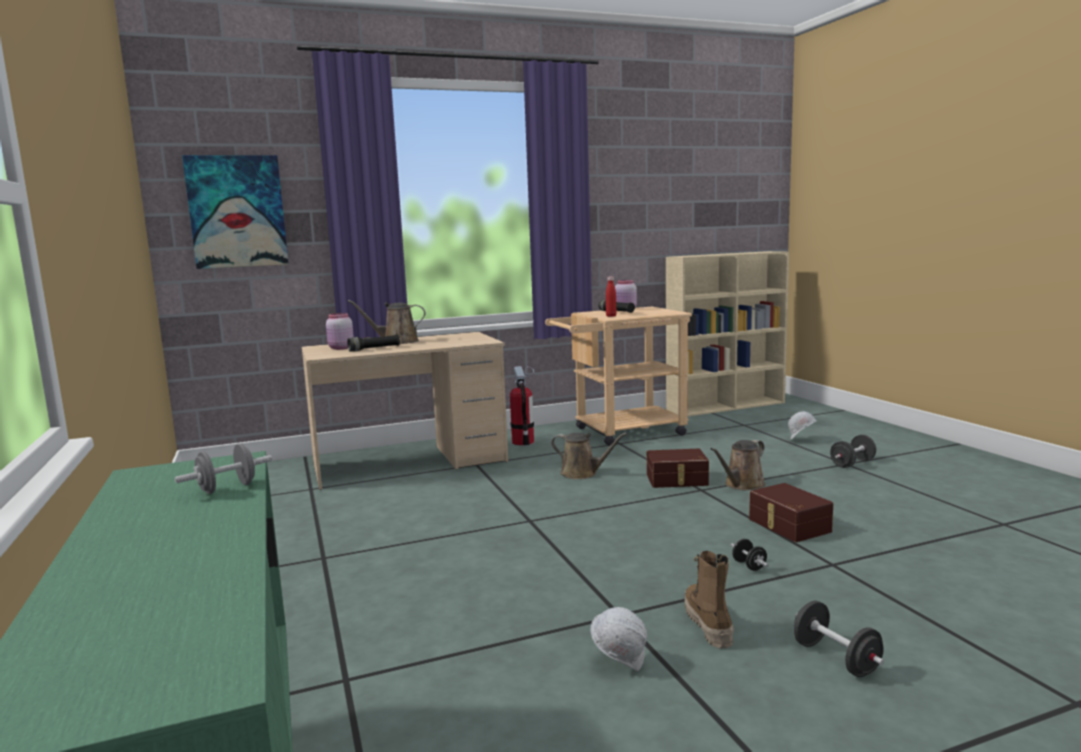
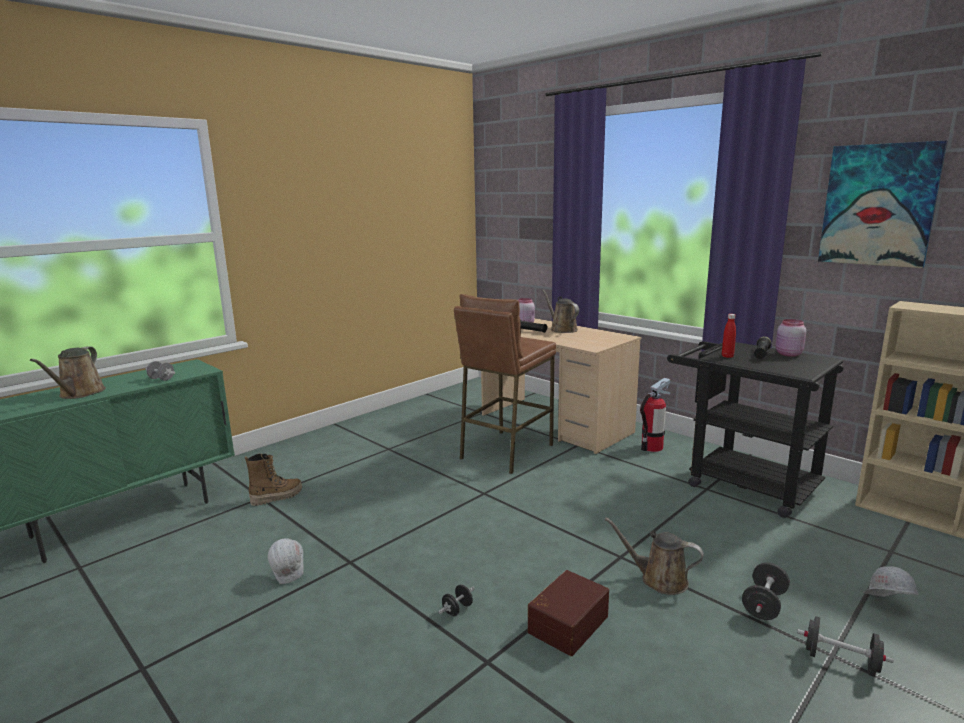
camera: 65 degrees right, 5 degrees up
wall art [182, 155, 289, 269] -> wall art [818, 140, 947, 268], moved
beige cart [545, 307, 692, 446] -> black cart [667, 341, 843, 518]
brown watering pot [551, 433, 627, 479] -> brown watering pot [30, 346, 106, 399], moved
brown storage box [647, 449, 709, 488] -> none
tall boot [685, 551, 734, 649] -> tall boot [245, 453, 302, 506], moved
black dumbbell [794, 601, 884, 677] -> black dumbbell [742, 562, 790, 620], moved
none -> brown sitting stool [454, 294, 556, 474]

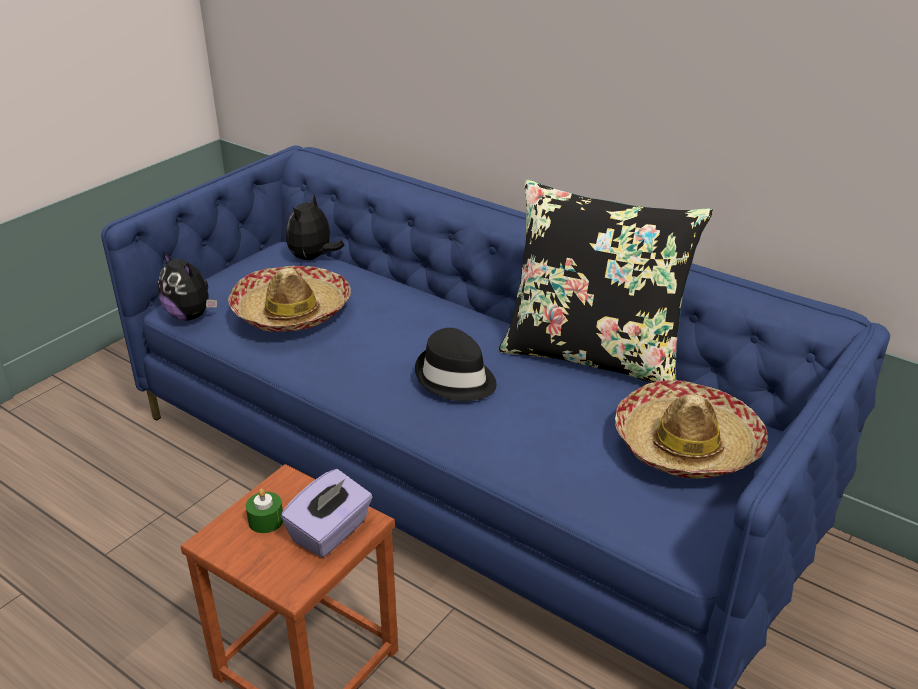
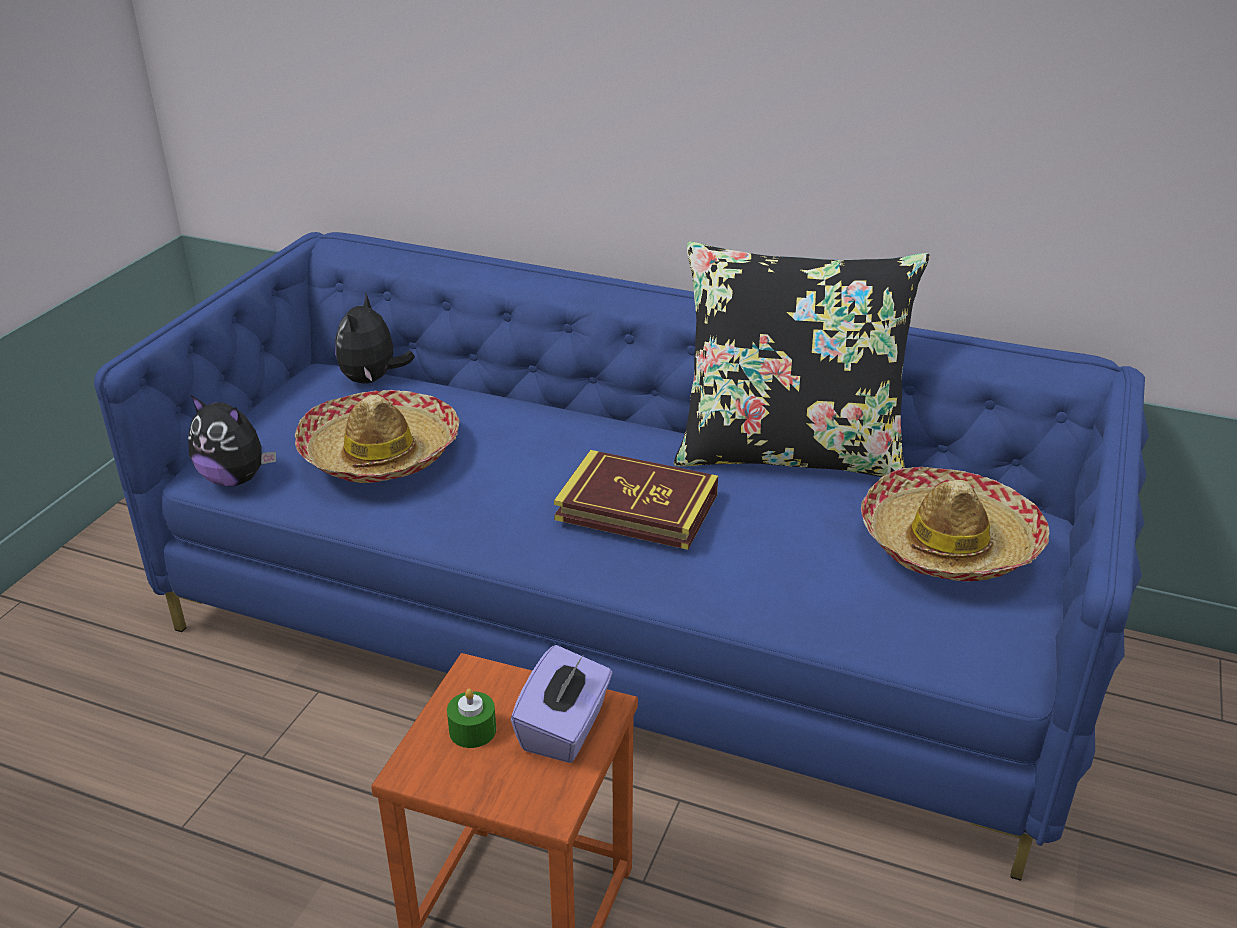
camera: 15 degrees left, 0 degrees up
black wearable hat [415, 328, 497, 401] -> bound book [554, 450, 718, 550]

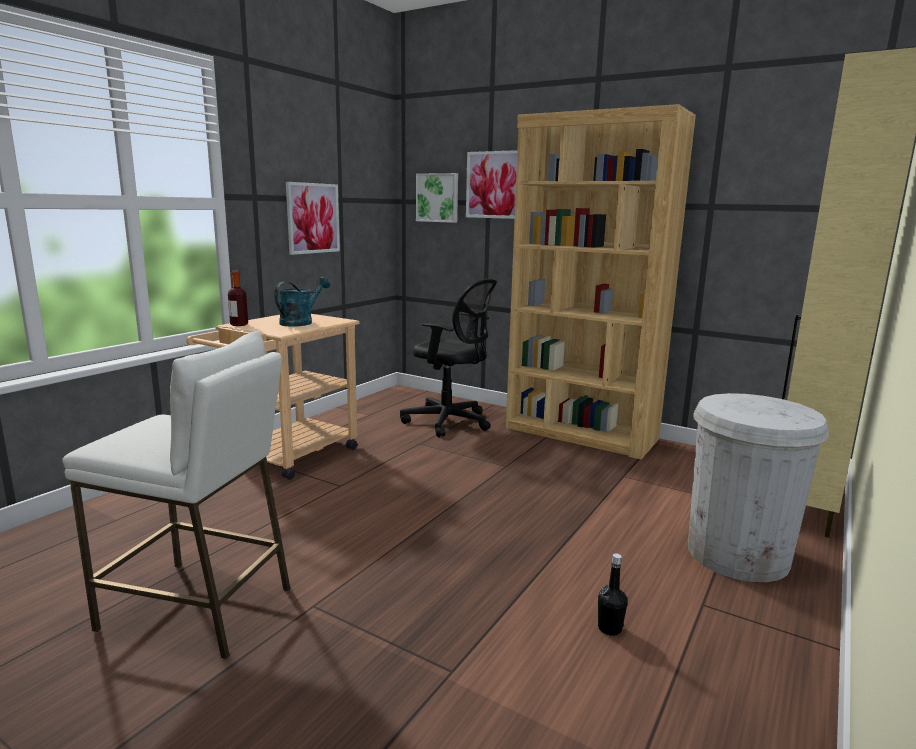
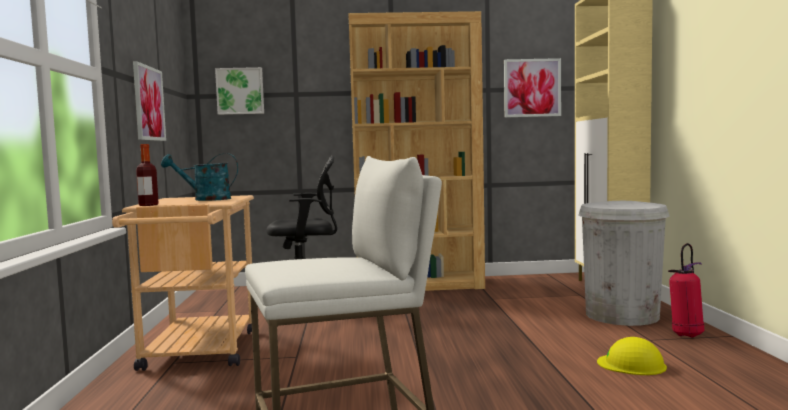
camera: 35 degrees left, 10 degrees down
wall art [466, 150, 517, 219] -> wall art [504, 58, 561, 117], moved
turquoise watering pot [274, 277, 330, 327] -> turquoise watering pot [161, 153, 238, 201], 90 degrees counterclockwise
black beverage bottle [598, 554, 628, 636] -> yellow-coloured hard hat [597, 337, 667, 375]
none -> extinguisher [668, 243, 704, 338]

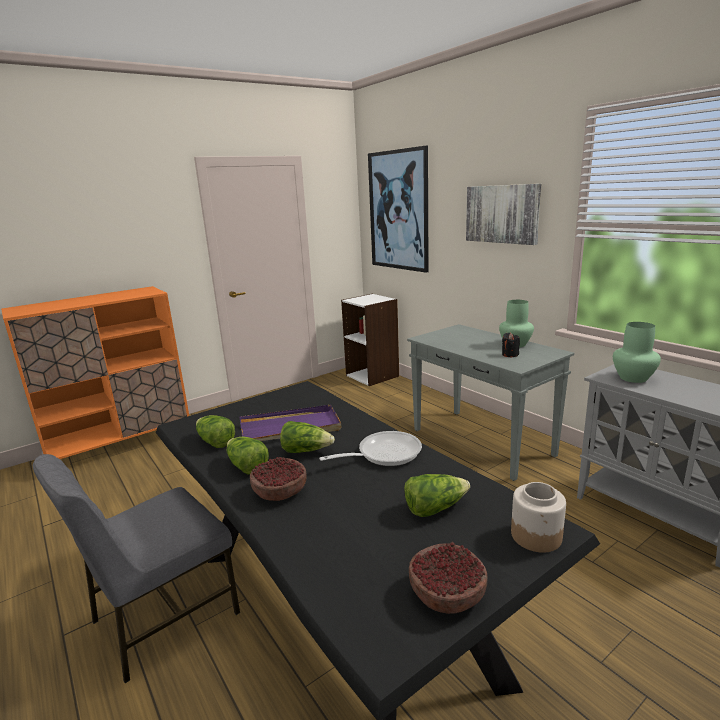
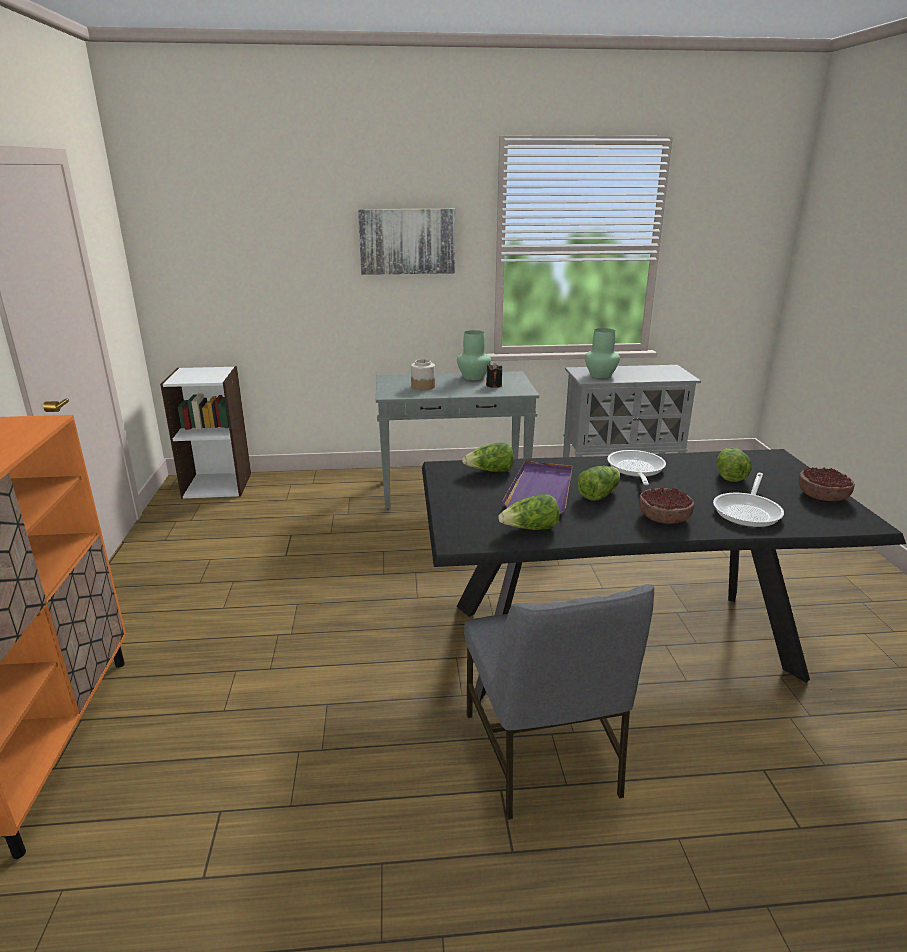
camera: 60 degrees left, 5 degrees up
wall art [368, 146, 429, 273] -> none
lettuce head [227, 437, 269, 475] -> lettuce head [462, 442, 514, 472], moved
preserve jar [511, 482, 566, 553] -> preserve jar [411, 359, 435, 390], moved
none -> skillet [713, 473, 784, 527]

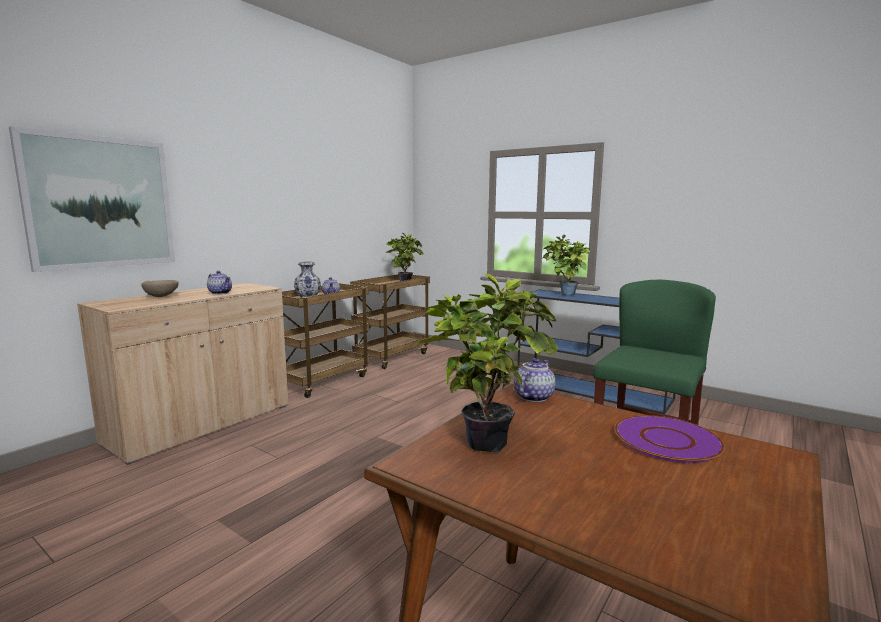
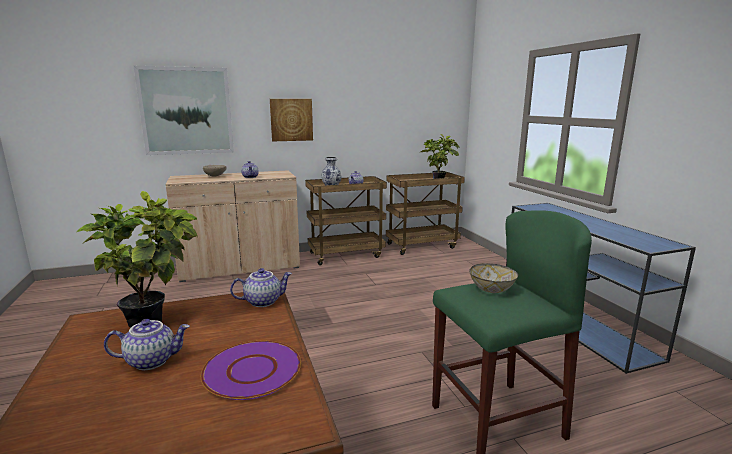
camera: 35 degrees right, 5 degrees up
houseplant [542, 235, 591, 295] -> none
none -> wall art [270, 99, 313, 141]
none -> deep dish [469, 263, 518, 293]
none -> tea pot [104, 319, 190, 370]

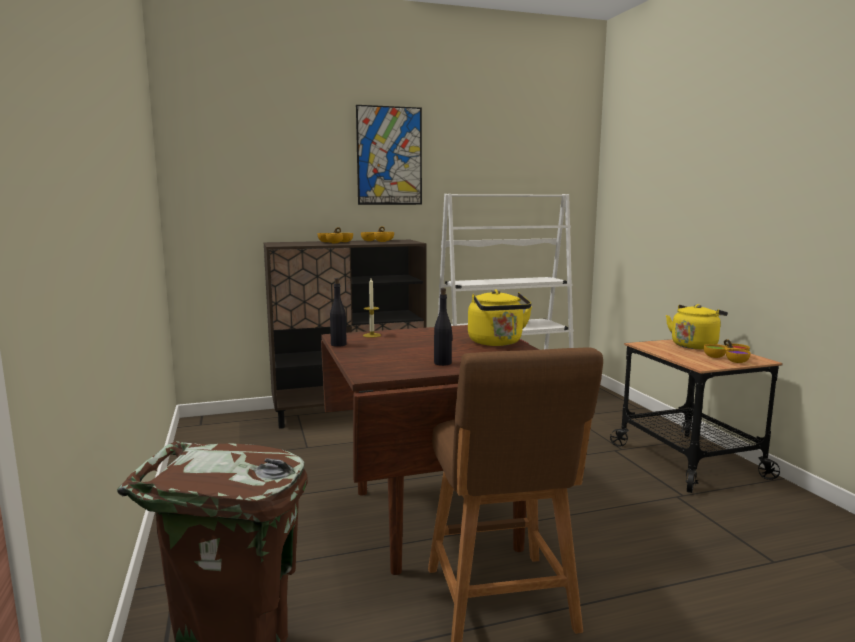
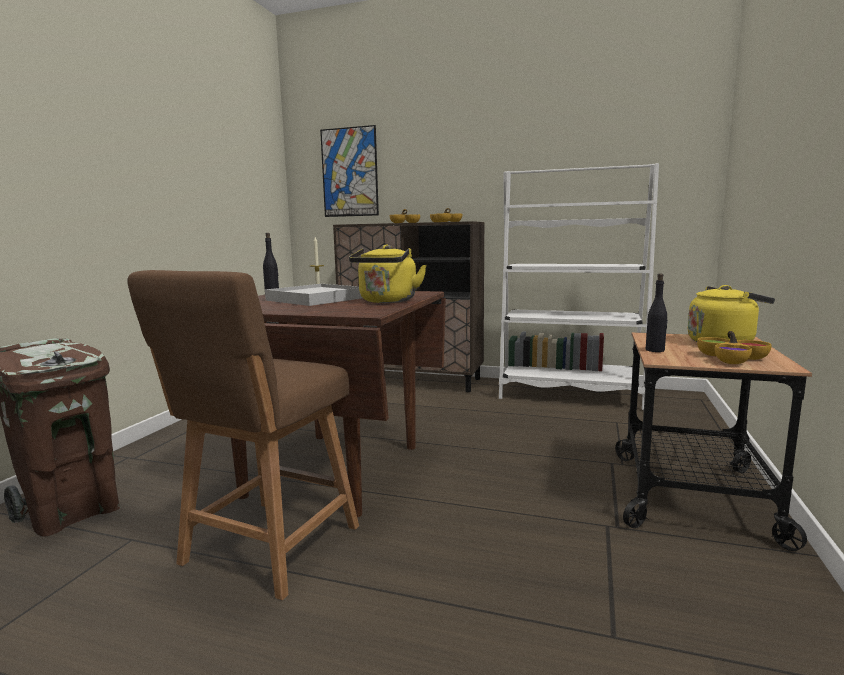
camera: 35 degrees right, 0 degrees up
wall art [356, 105, 422, 205] -> wall art [320, 125, 379, 217], moved
black beverage bottle [434, 288, 453, 366] -> black beverage bottle [646, 274, 668, 352], moved
none -> white-coloured serving tray [265, 284, 362, 306]

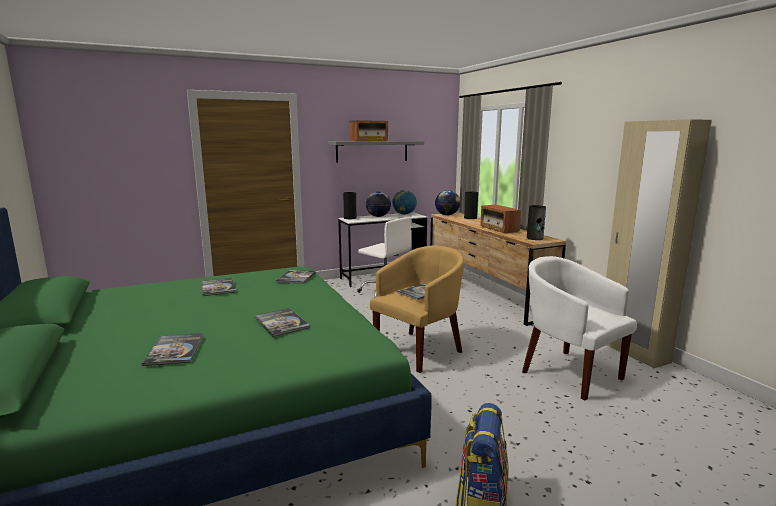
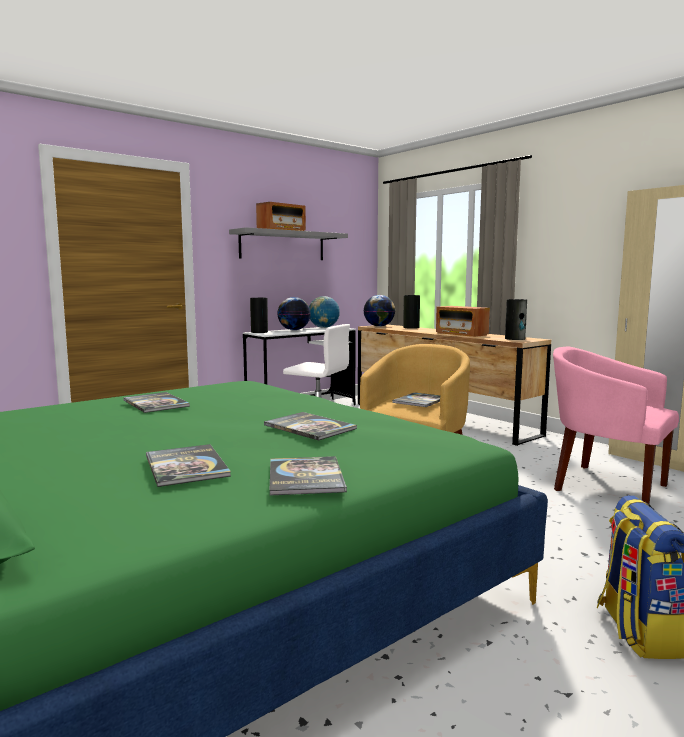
camera: 15 degrees left, 5 degrees down
white-coloured armchair [522, 256, 637, 401] -> pink-coloured armchair [553, 347, 679, 504]
bound book [276, 270, 316, 284] -> bound book [270, 456, 347, 495], moved

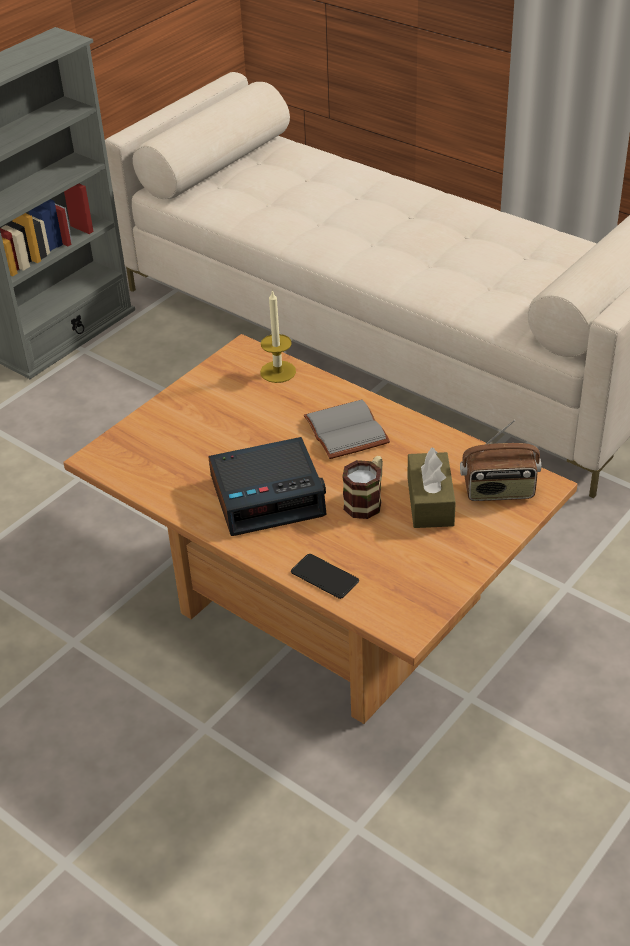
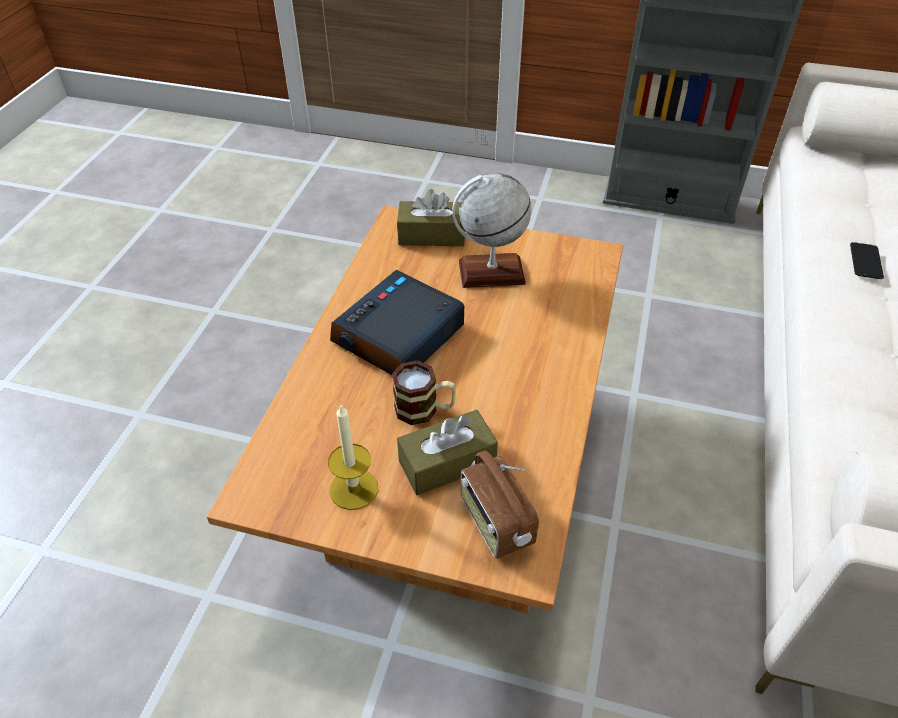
camera: 65 degrees right, 5 degrees up
wax candle [260, 290, 296, 383] -> wax candle [328, 404, 378, 510], moved
greyish bound book [304, 400, 390, 459] -> none
bedside clock [208, 437, 327, 536] -> bedside clock [330, 270, 464, 375], 75 degrees clockwise
telephone [291, 554, 359, 599] -> telephone [850, 242, 884, 279], moved
none -> desk globe [452, 173, 532, 288]
none -> brown box of tissues [397, 189, 465, 246]

